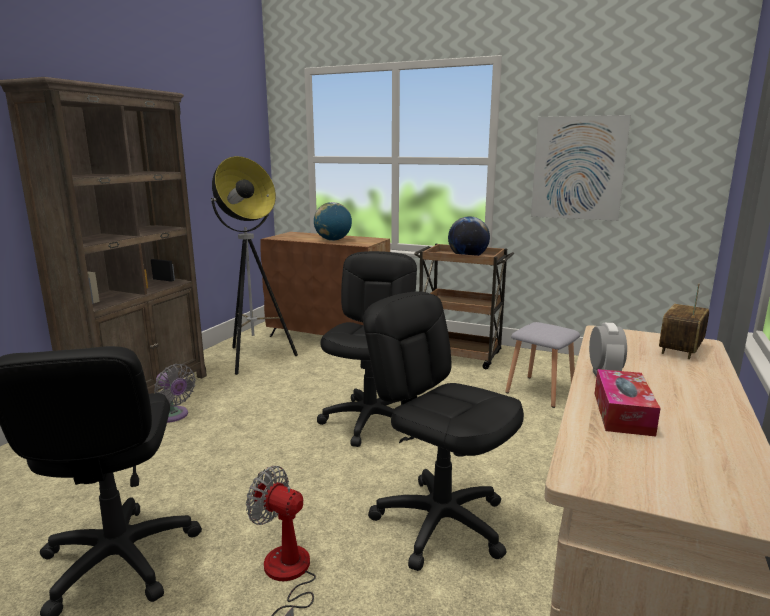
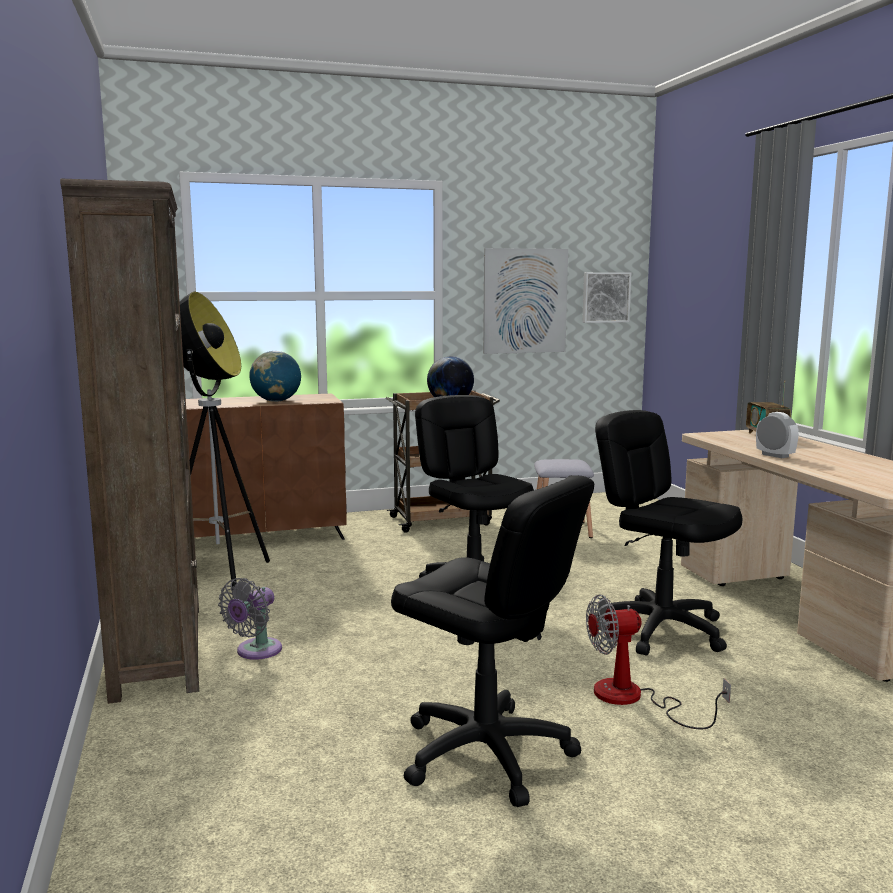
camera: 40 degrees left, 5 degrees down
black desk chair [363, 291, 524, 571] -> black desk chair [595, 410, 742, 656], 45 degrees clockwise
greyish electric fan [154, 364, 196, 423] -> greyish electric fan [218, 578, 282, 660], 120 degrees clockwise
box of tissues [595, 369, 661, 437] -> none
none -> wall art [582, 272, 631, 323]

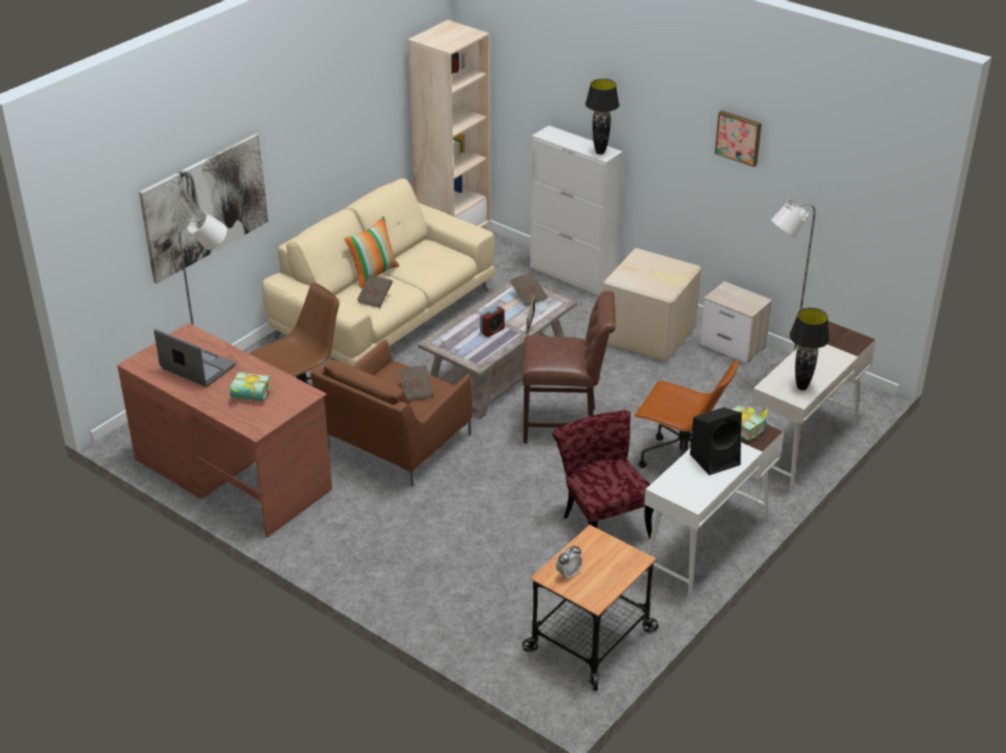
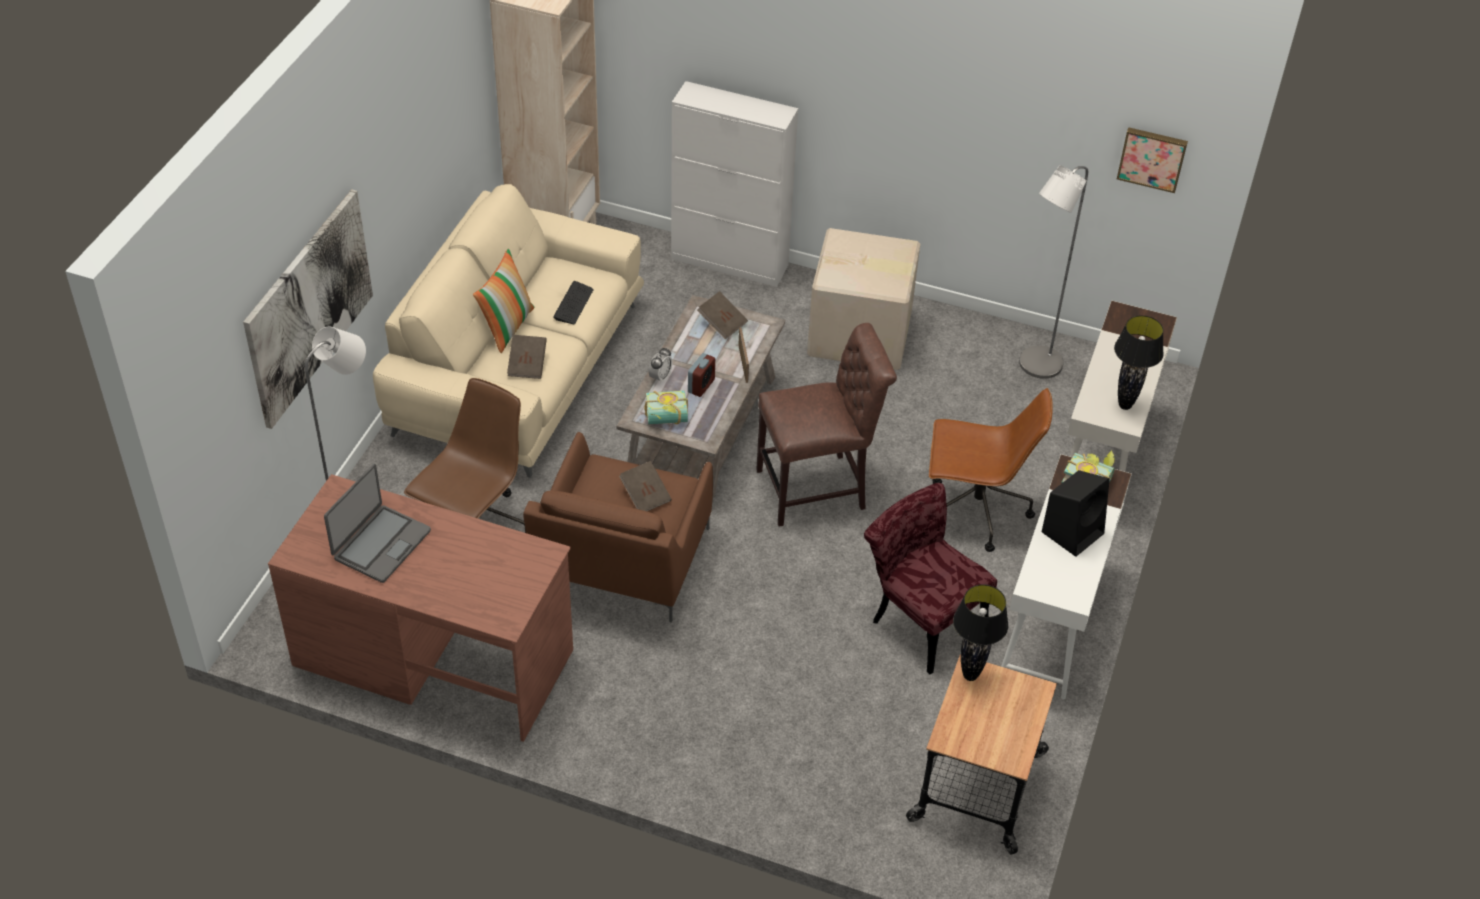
camera: 20 degrees left, 10 degrees up
black lamp for a table [585, 79, 620, 155] -> black lamp for a table [953, 584, 1009, 681], moved
wall art [715, 110, 762, 167] -> wall art [1117, 127, 1188, 193], moved
night table [700, 281, 772, 364] -> none
notebook computer [154, 329, 236, 387] -> notebook computer [324, 464, 431, 583], 105 degrees clockwise
bound book [230, 372, 271, 402] -> bound book [644, 390, 688, 425], moved
bedside clock [556, 545, 582, 580] -> bedside clock [649, 348, 672, 384], moved
none -> keyboard [553, 281, 594, 324]

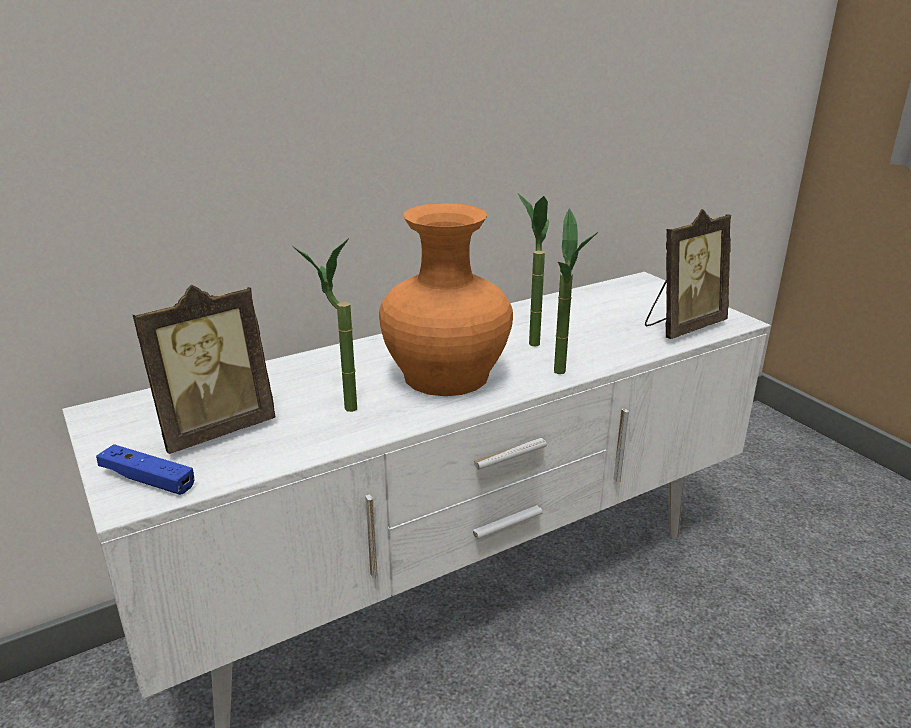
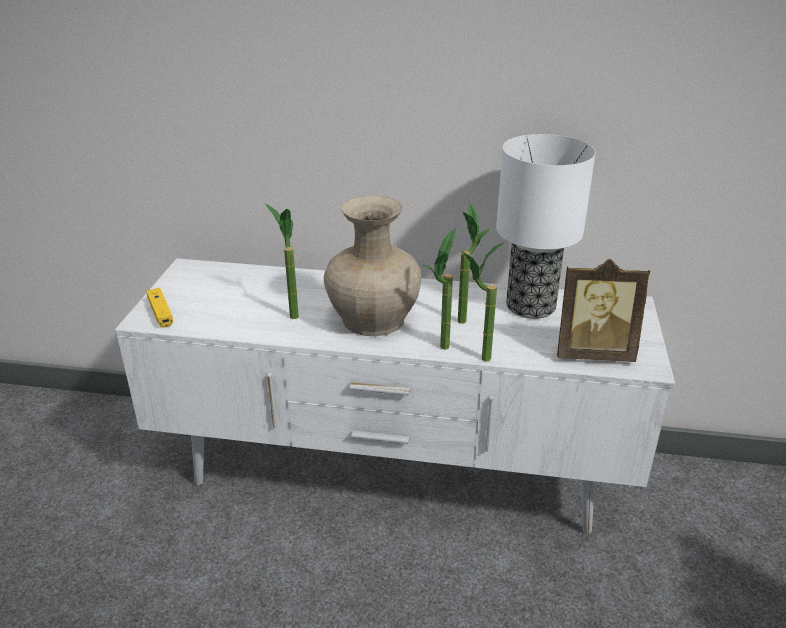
camera: 40 degrees right, 5 degrees up
orange-coloured decorative vase [379, 203, 513, 396] -> beige decorative vase [324, 196, 422, 336]
standing frame [132, 285, 276, 454] -> none
bluish joypad [96, 444, 195, 495] -> yellow-coloured joypad [146, 288, 173, 327]
none -> lamp for a table [496, 134, 596, 319]
none -> houseplant [462, 242, 505, 362]

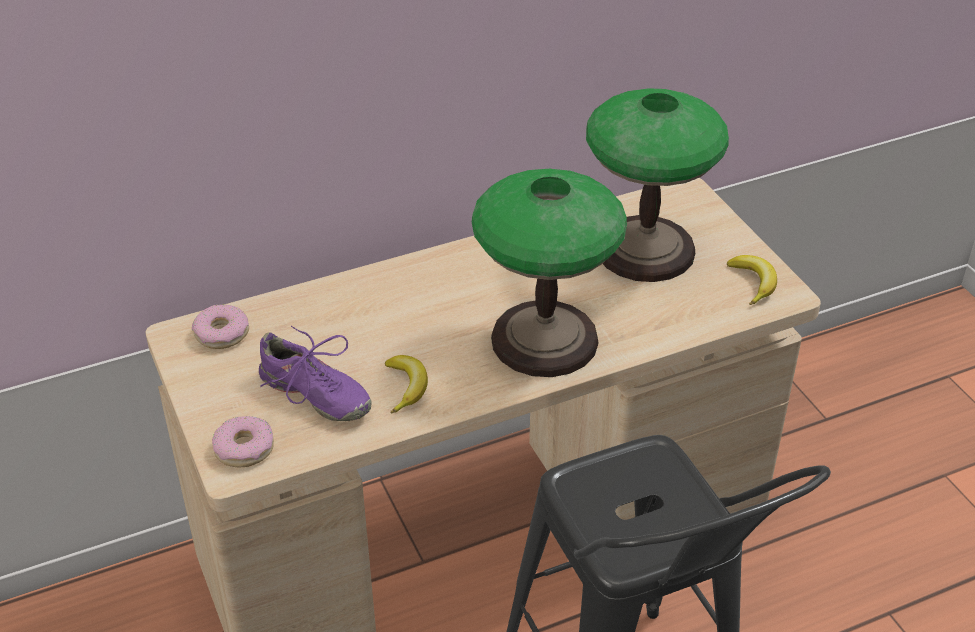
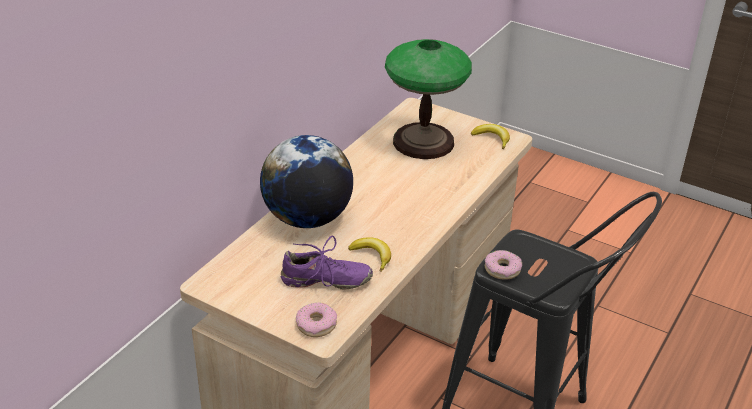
camera: 35 degrees left, 5 degrees down
lamp for a table [472, 169, 627, 377] -> none
ring doughnut [192, 304, 249, 349] -> ring doughnut [485, 250, 522, 280], moved
none -> desk globe [260, 135, 353, 228]

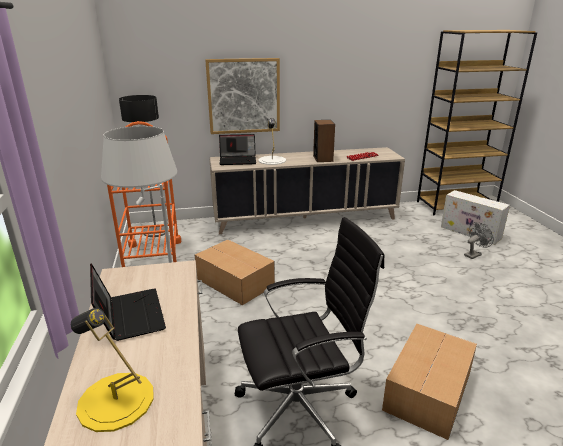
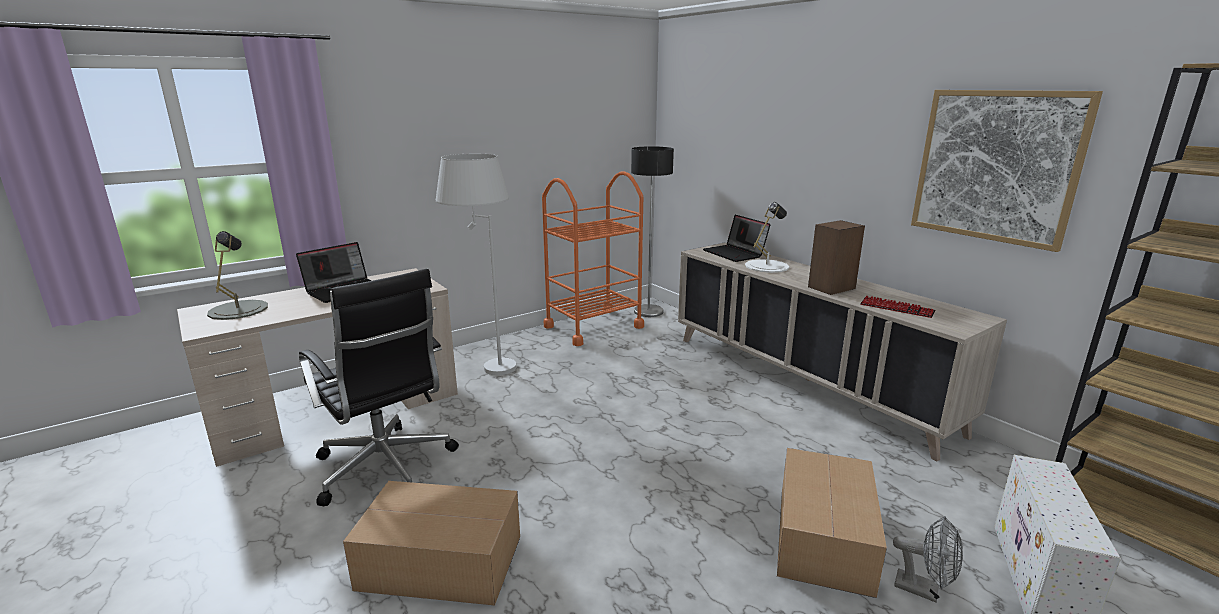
camera: 65 degrees right, 5 degrees down
wall art [205, 58, 280, 134] -> wall art [911, 90, 1103, 252], moved
cardboard box [195, 240, 275, 305] -> cardboard box [777, 448, 887, 598], moved
yellow-coloured lamp for a table [71, 308, 154, 432] -> greyish lamp for a table [207, 231, 268, 320]

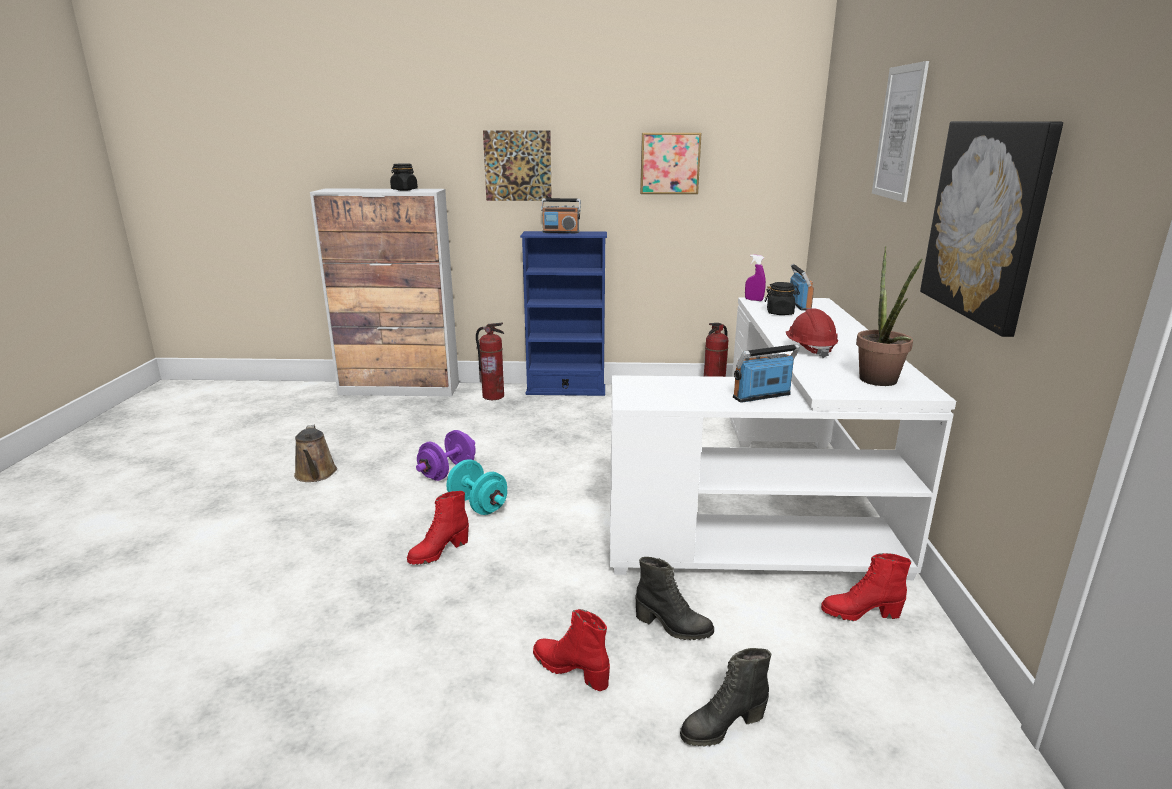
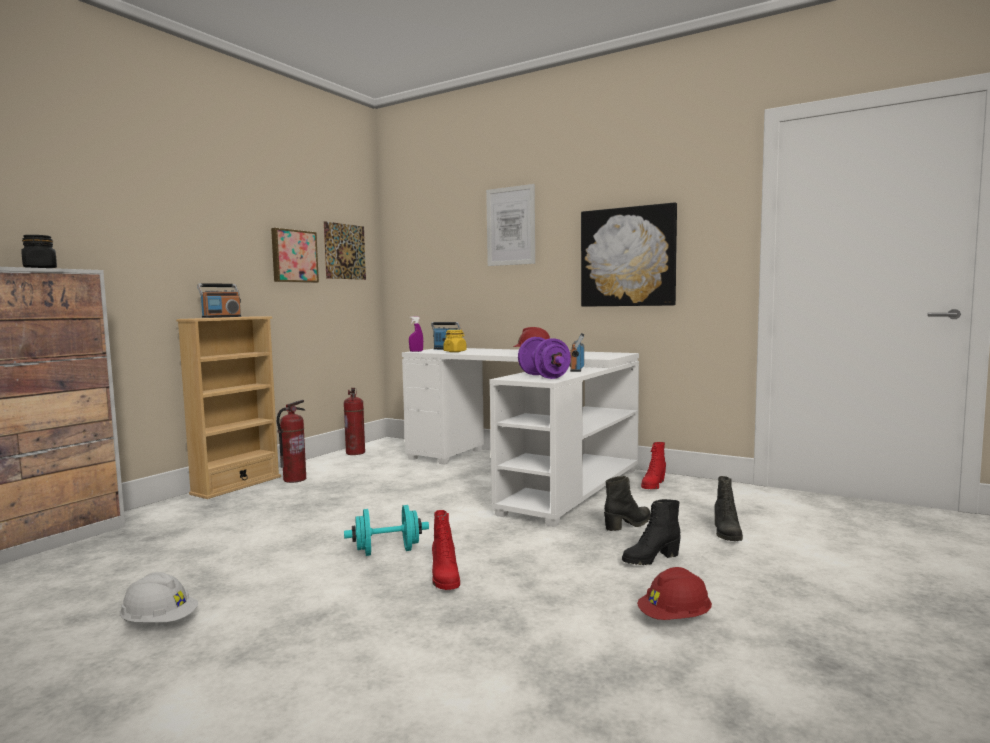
camera: 60 degrees left, 15 degrees down
wall art [483, 130, 552, 201] -> wall art [324, 221, 366, 280], moved
bluish bookshelf [520, 231, 607, 396] -> beige bookshelf [176, 316, 281, 499]
houseplant [856, 246, 923, 386] -> none
black preserve jar [764, 282, 800, 315] -> yellow-coloured preserve jar [443, 330, 466, 352]
extinguisher [476, 323, 504, 400] -> extinguisher [277, 400, 306, 483], moved
brown watering pot [294, 425, 337, 482] -> white-coloured hard hat [120, 572, 198, 622]
purple-coloured dumbbell [416, 430, 476, 481] -> purple-coloured dumbbell [518, 337, 571, 379], moved
red-coloured tall boot [533, 609, 610, 691] -> black tall boot [622, 499, 681, 565]
none -> red-coloured hard hat [637, 567, 712, 620]

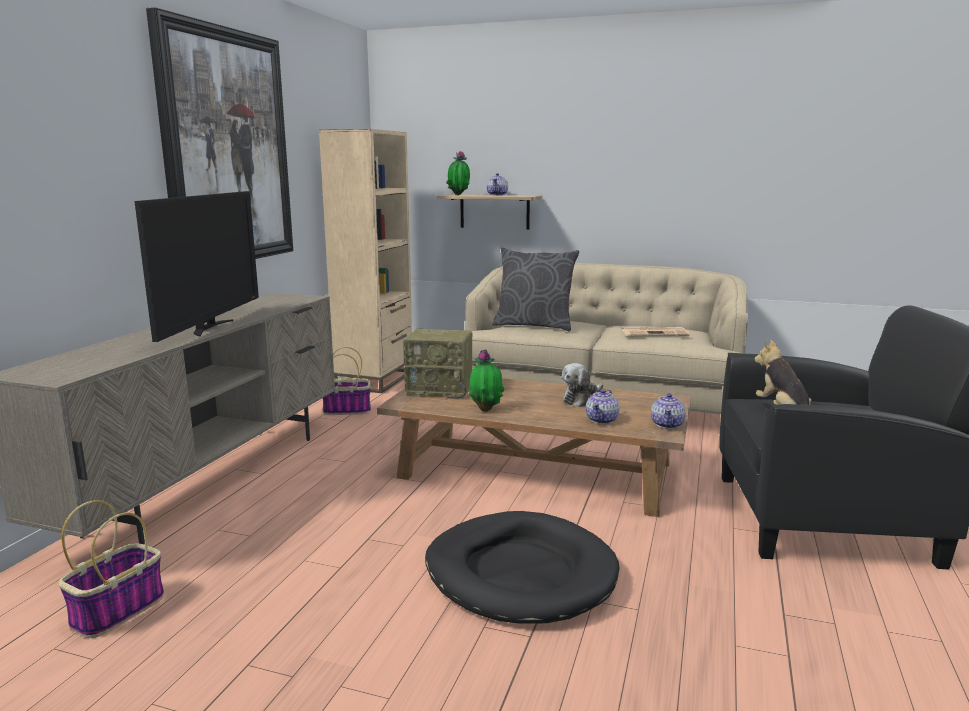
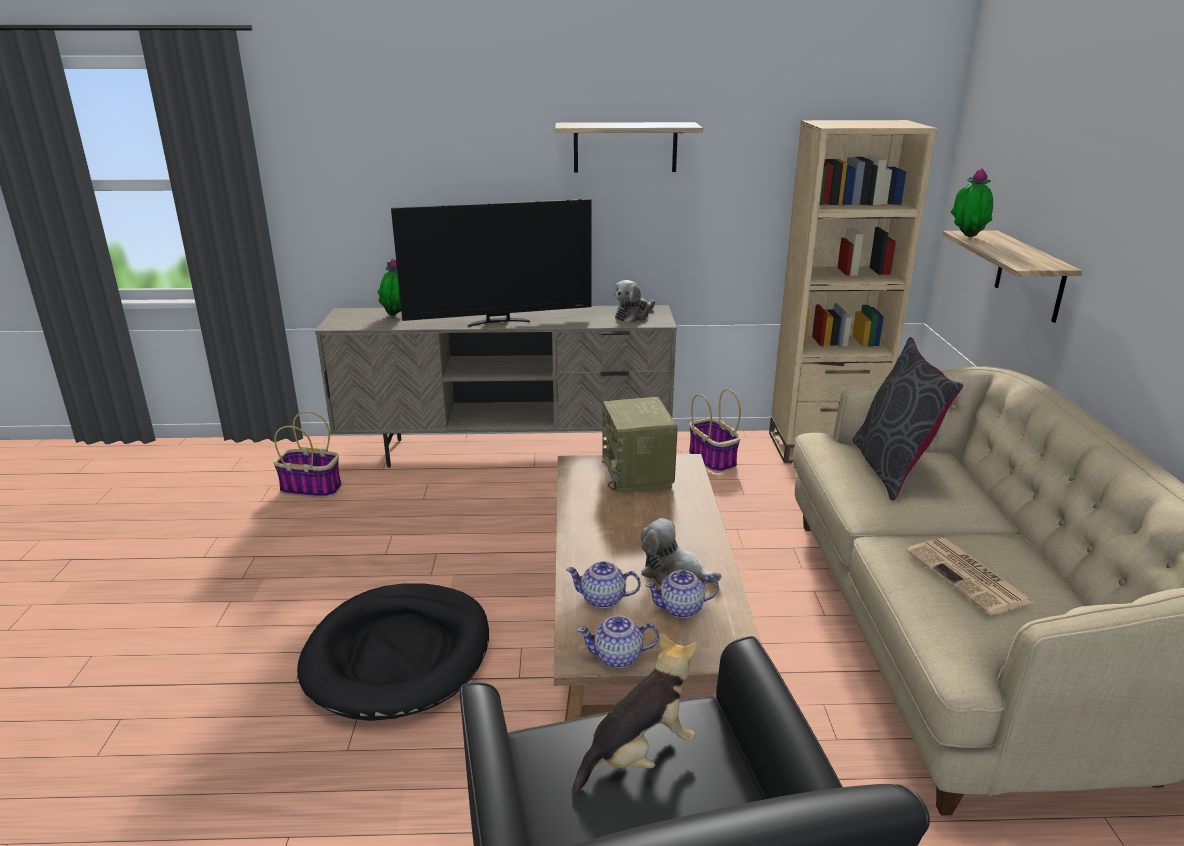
camera: 70 degrees right, 10 degrees up
wall art [146, 7, 293, 259] -> shelf [555, 122, 703, 172]
tea pot [487, 173, 508, 196] -> tea pot [645, 570, 719, 618], moved
houseplant [469, 349, 505, 412] -> houseplant [377, 258, 401, 316], moved
none -> soft toy [613, 280, 655, 323]

